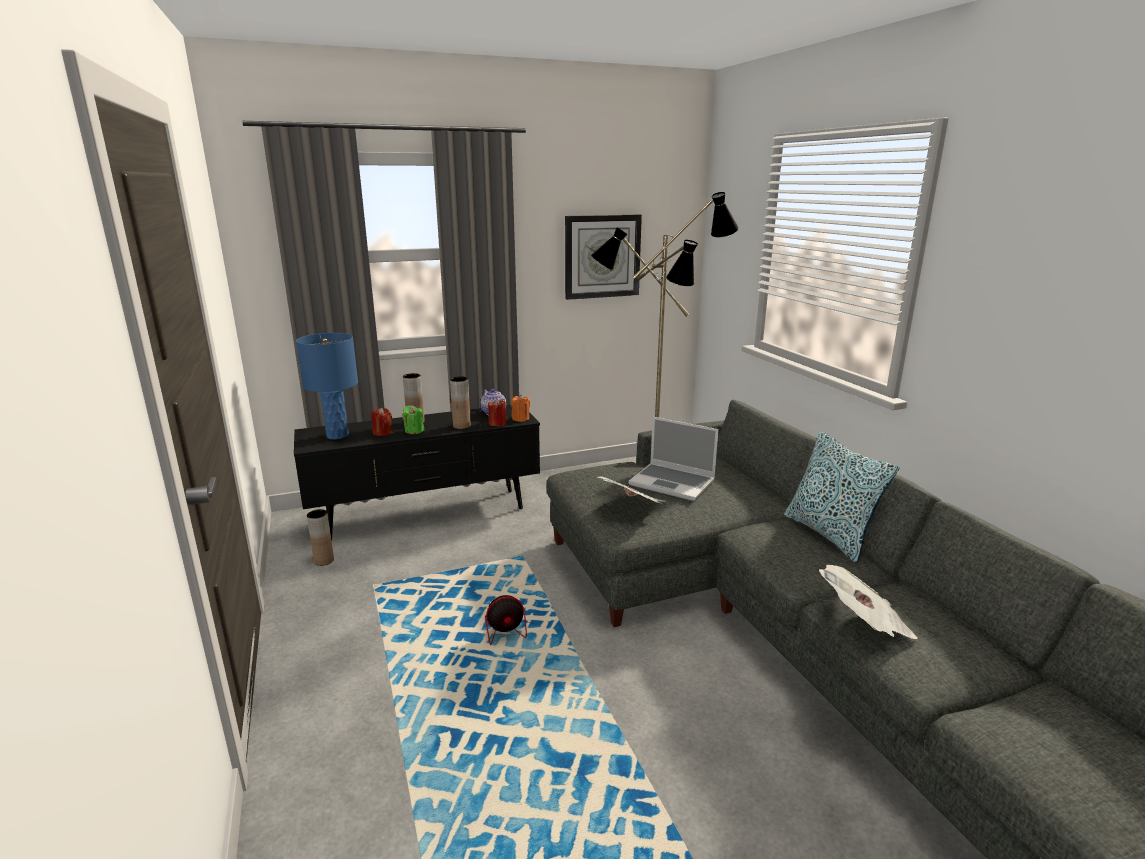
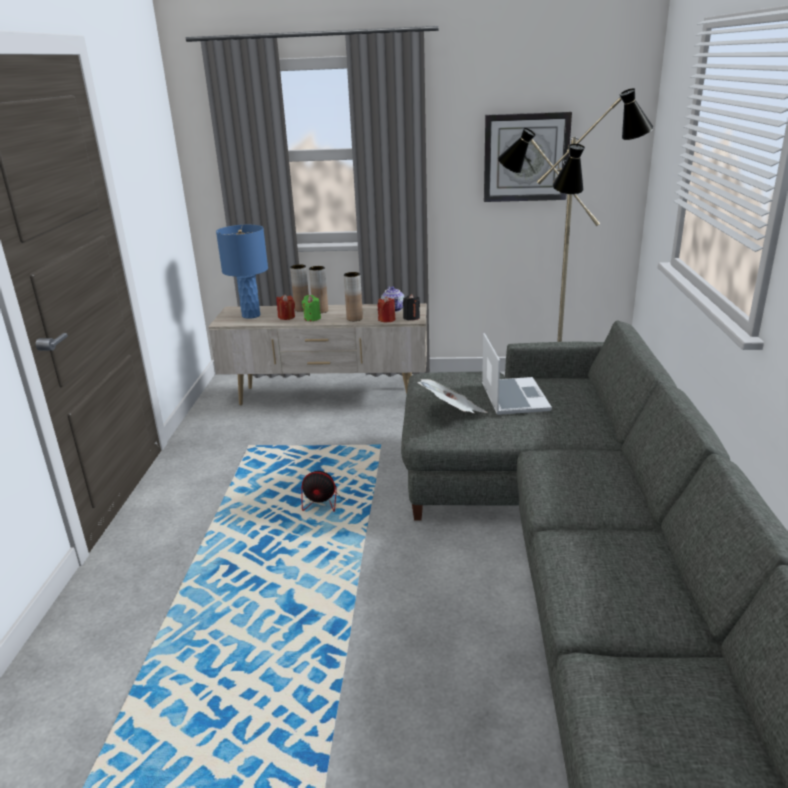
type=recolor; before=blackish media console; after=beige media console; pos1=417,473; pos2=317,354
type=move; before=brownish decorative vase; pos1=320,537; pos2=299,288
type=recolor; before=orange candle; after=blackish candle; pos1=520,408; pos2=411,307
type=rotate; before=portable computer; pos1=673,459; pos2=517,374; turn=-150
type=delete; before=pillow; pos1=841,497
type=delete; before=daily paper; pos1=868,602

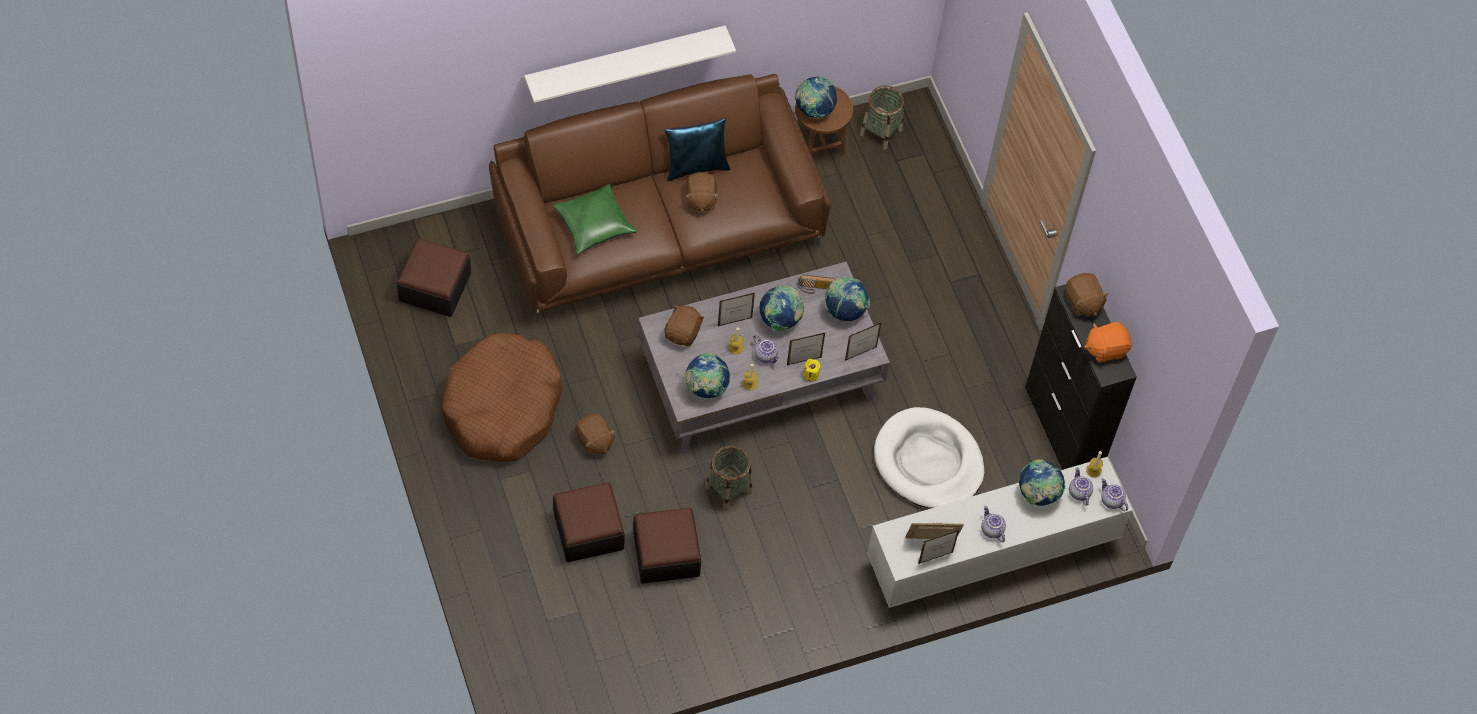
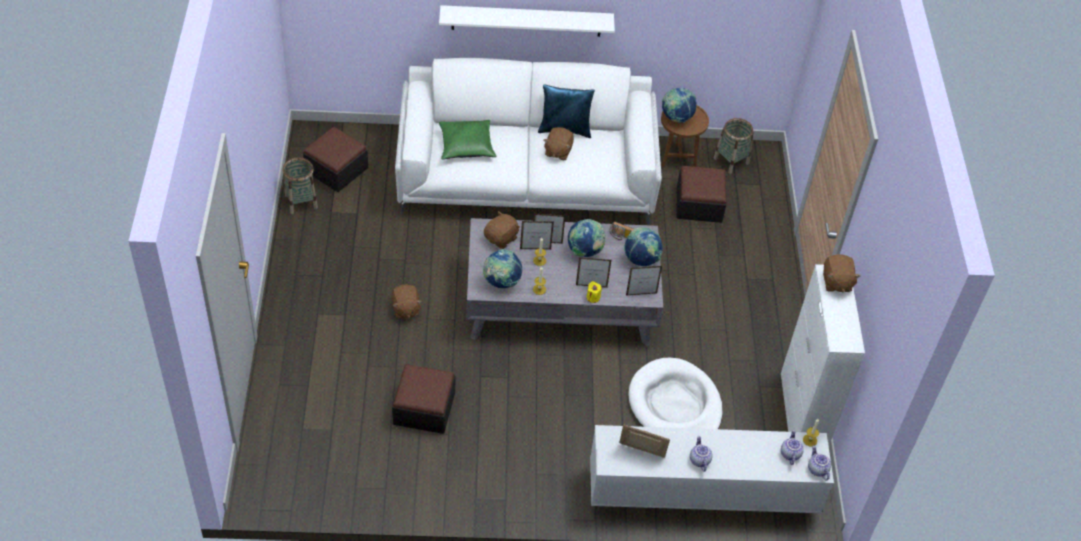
type=move; before=household basket; pos1=728,478; pos2=300,185
type=recolor; before=brownish settee; after=white-coloured settee; pos1=660,198; pos2=528,141
type=move; before=picture frame; pos1=938,547; pos2=537,235
type=move; before=ottoman; pos1=589,522; pos2=701,194
type=recolor; before=blackish cupboard; after=white-coloured cupboard; pos1=1081,377; pos2=823,355
type=delete; before=brownish dog bed; pos1=502,397
type=delete; before=teapot; pos1=767,349
type=delete; before=world globe; pos1=1041,482
type=delete; before=orange soft toy; pos1=1108,342

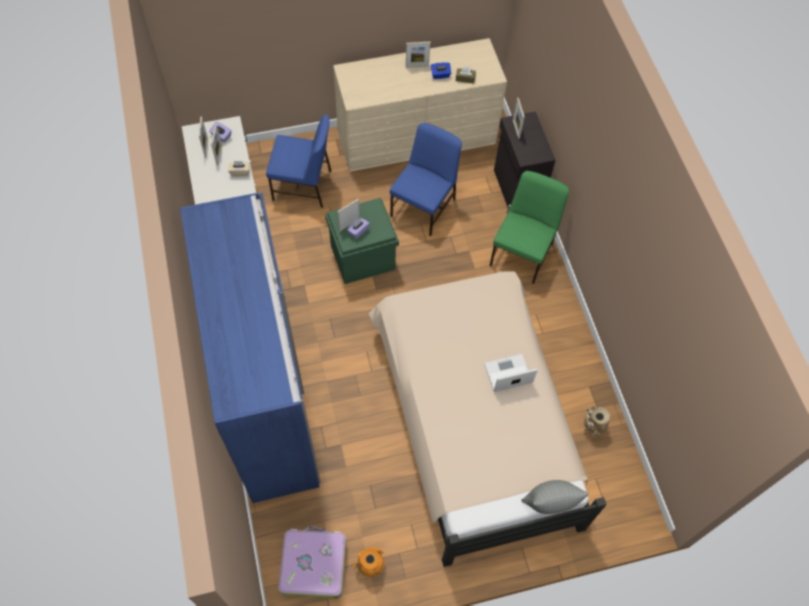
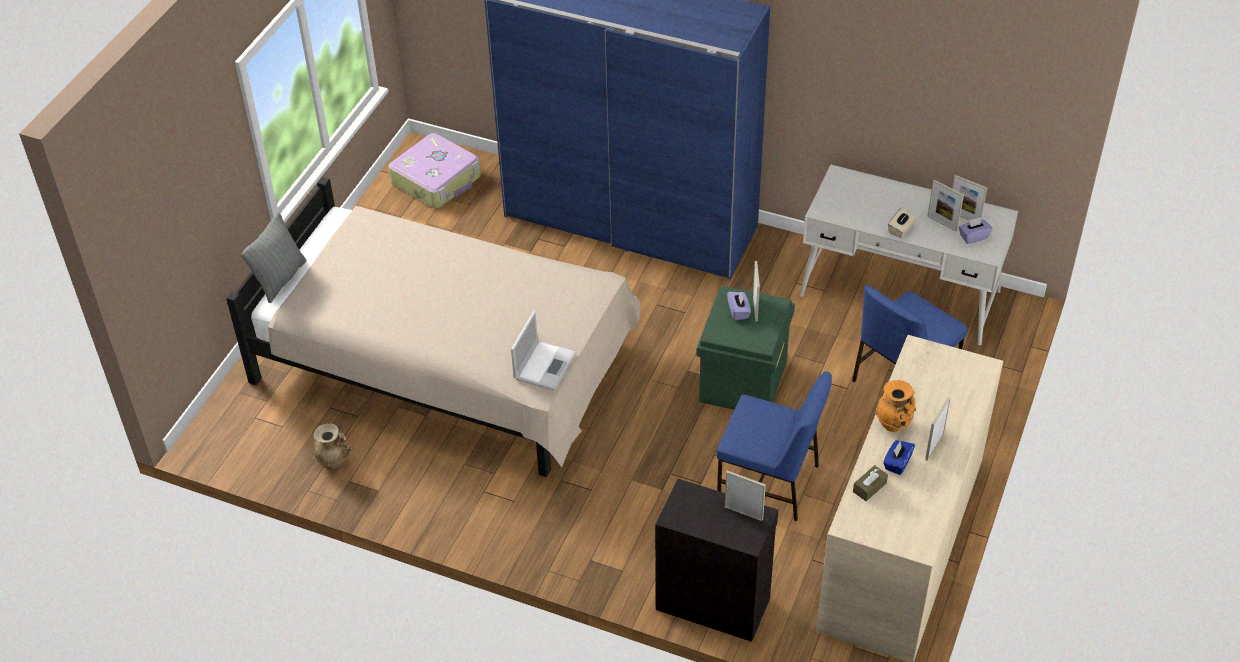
type=move; before=portable computer; pos1=511,373; pos2=543,351
type=rotate; before=blue plain chair; pos1=426,179; pos2=774,446; turn=-45
type=move; before=orange decorative vase; pos1=369,562; pos2=895,406
type=delete; before=green-coloured plain chair; pos1=529,227

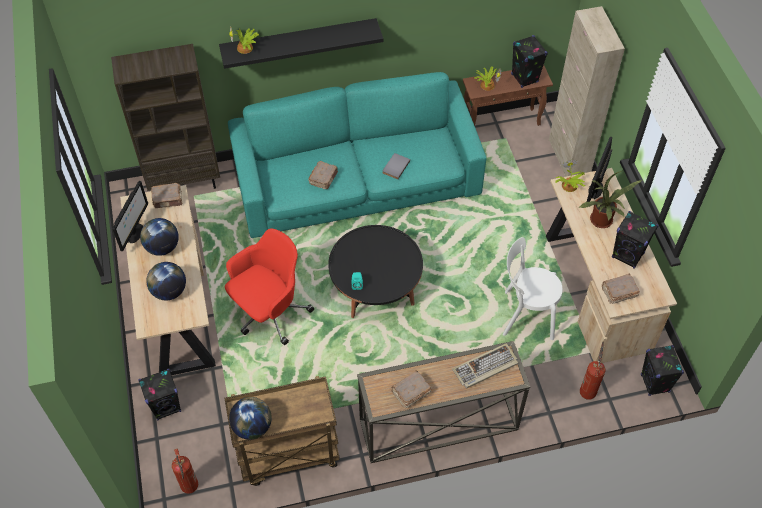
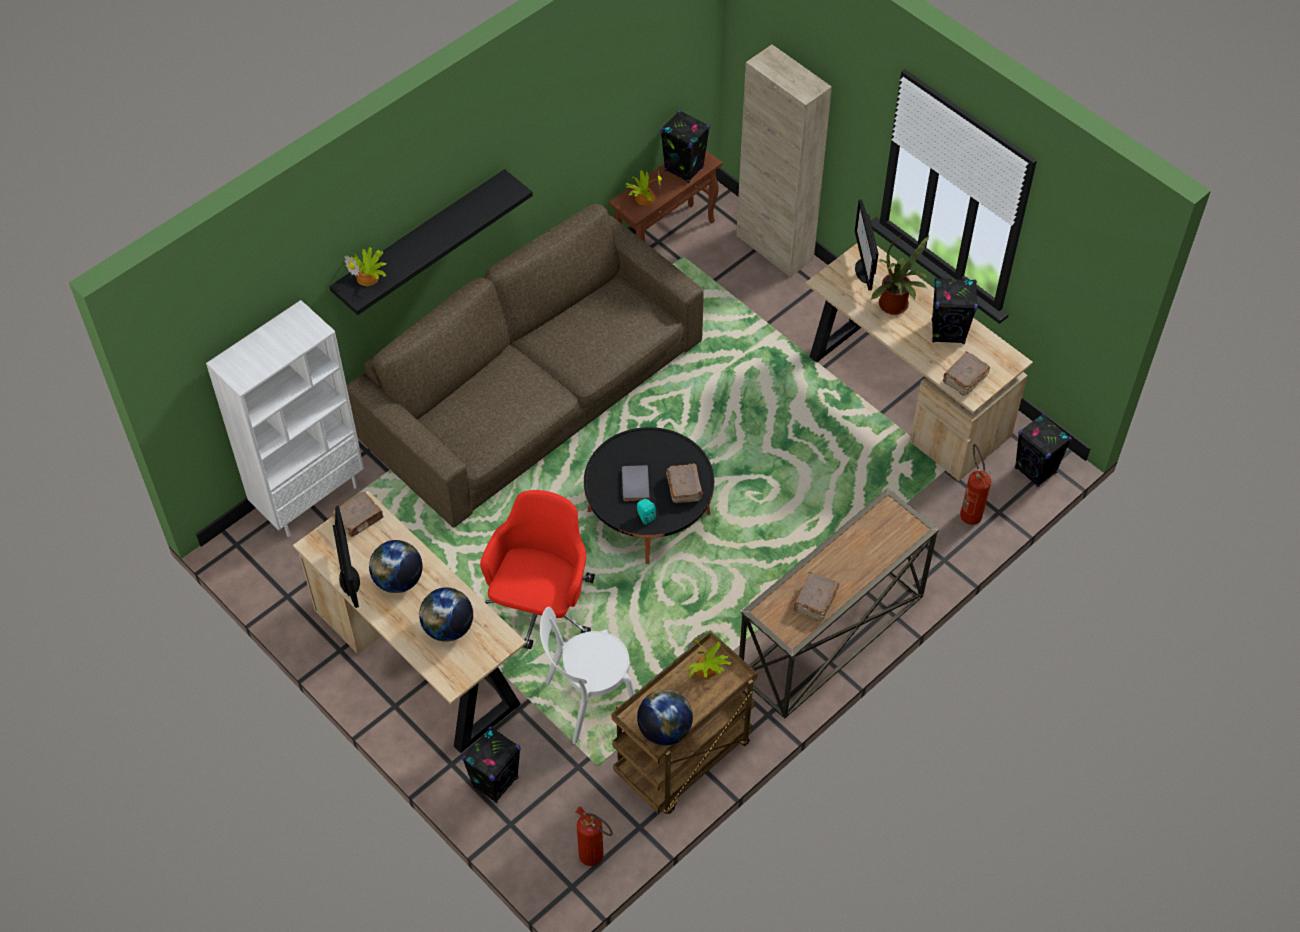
type=recolor; before=brownish bookcase; after=white-coloured bookcase; pos1=165,117; pos2=285,418
type=recolor; before=blue-green settee; after=brownish settee; pos1=357,155; pos2=525,365
type=move; before=white-coloured plain chair; pos1=532,288; pos2=587,675
type=move; before=grey book; pos1=396,166; pos2=636,483
type=move; before=brownish book; pos1=323,175; pos2=684,483
type=move; before=houseplant; pos1=570,175; pos2=708,655
type=delete; before=keyboard; pos1=485,366

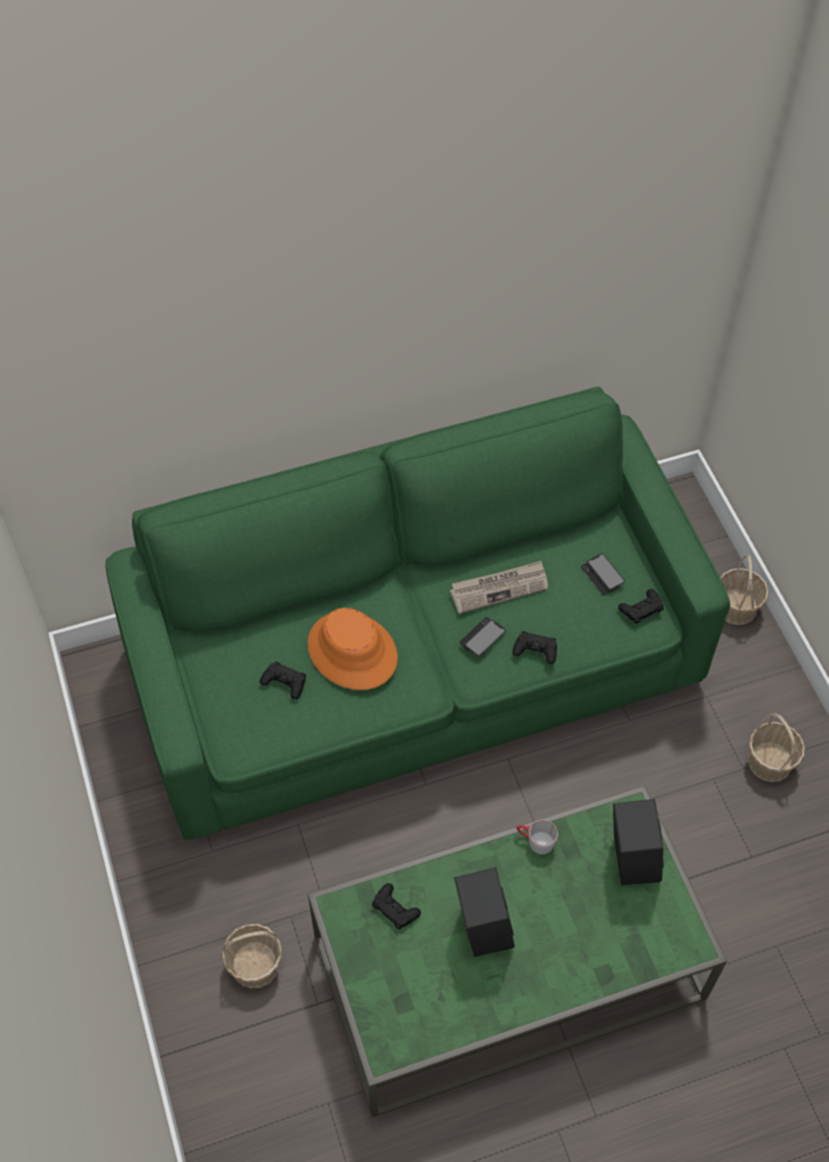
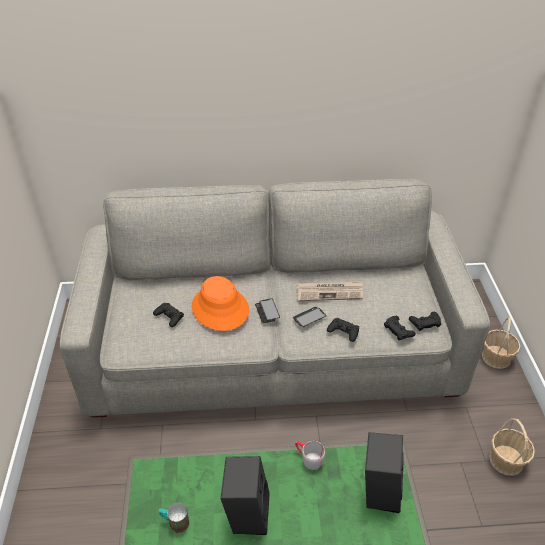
type=recolor; before=green-coloured settee; after=grey settee; pos1=418,613; pos2=275,298
type=insert; after=tea mug; pos2=174,518
type=move; before=handset; pos1=603,574; pos2=267,310
type=move; before=blackish joypad; pos1=396,906; pos2=400,328
type=delete; before=household basket; pos1=252,956

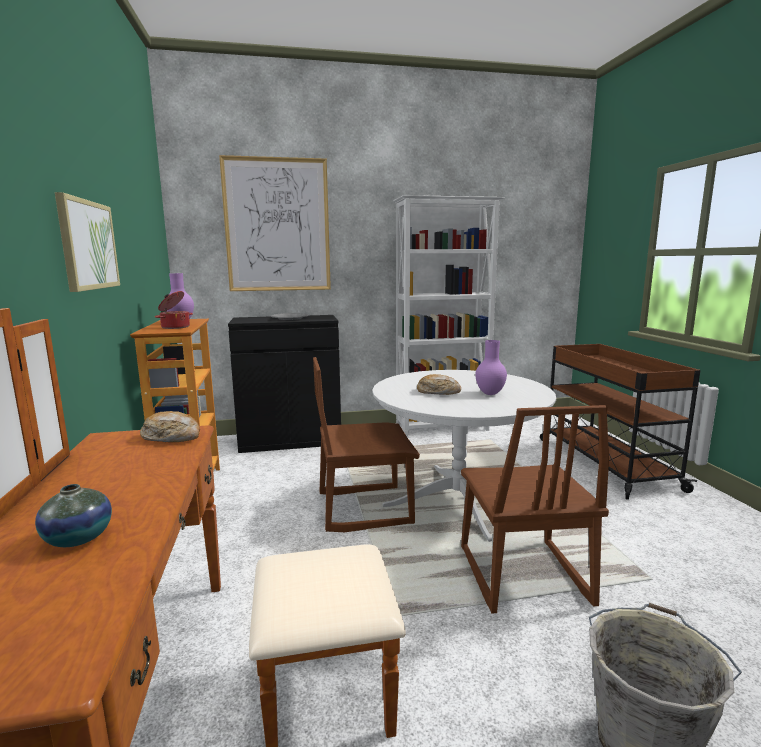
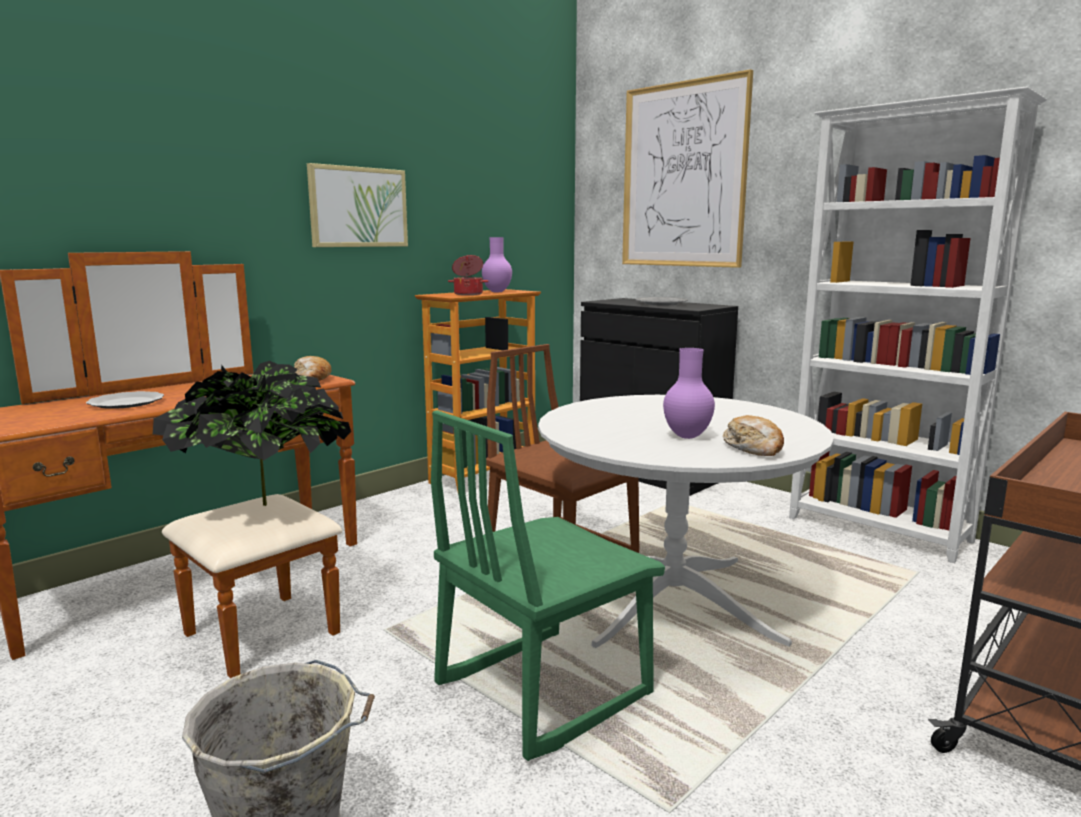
type=replace; before=decorative vase; after=plate; pos1=73,515; pos2=125,400
type=insert; after=houseplant; pos2=252,433
type=recolor; before=brownish plain chair; after=green-coloured plain chair; pos1=535,509; pos2=548,585
type=move; before=bakery bread; pos1=439,384; pos2=753,435

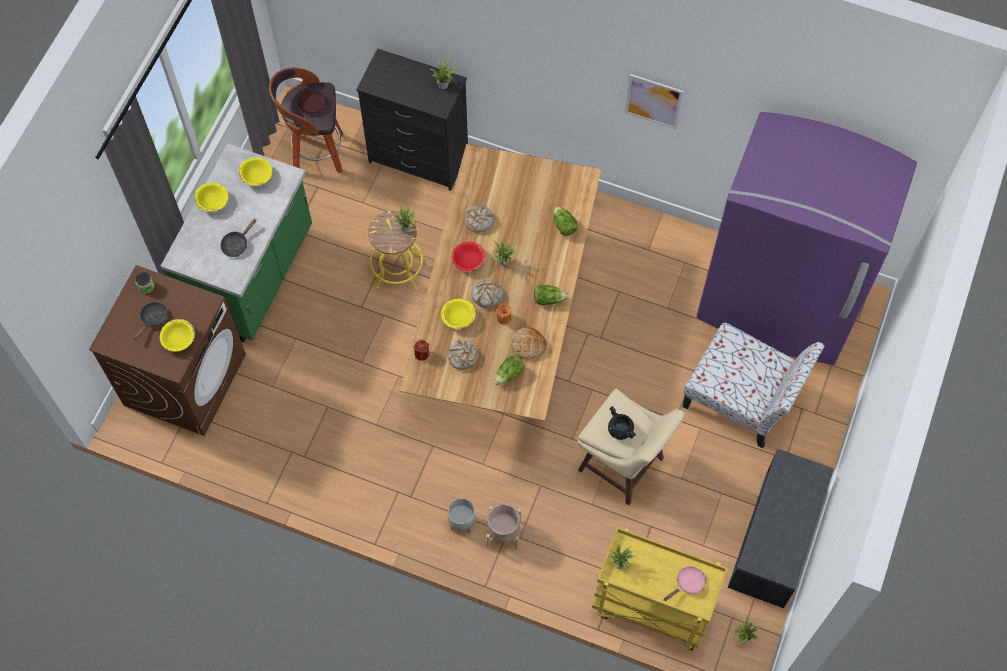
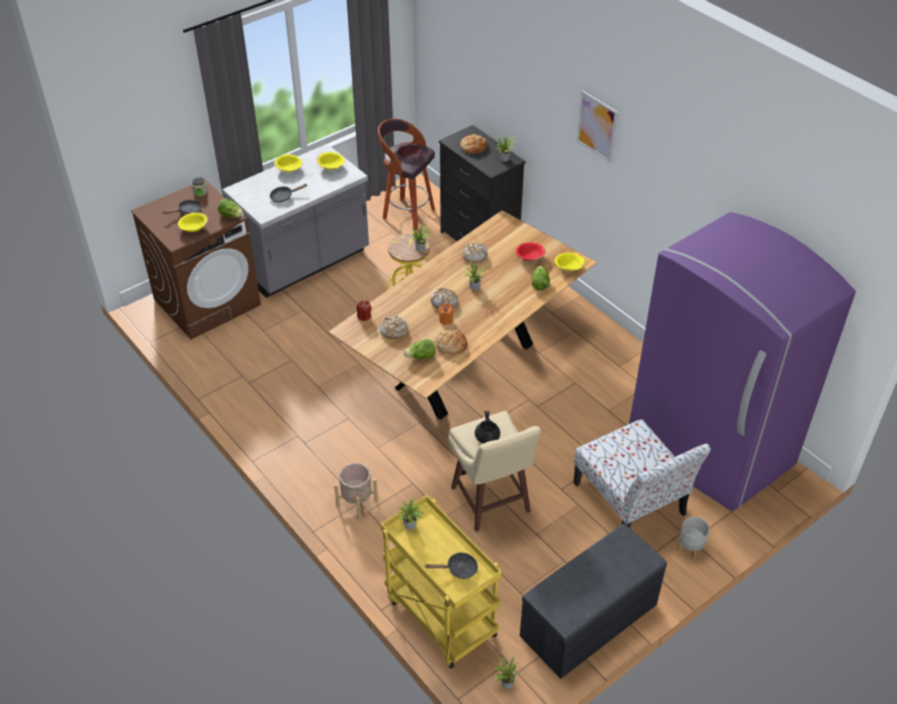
type=move; before=head of lettuce; pos1=551,295; pos2=231,208
type=recolor; before=green-coloured kitchen counter; after=grey kitchen counter; pos1=236,243; pos2=295,221
type=recolor; before=pink frying pan; after=blackish frying pan; pos1=685,583; pos2=452,565
type=insert; after=bakery bread; pos2=474,144
type=move; before=reddish bowl; pos1=469,256; pos2=530,251
type=move; before=yellowish bowl; pos1=458,314; pos2=570,262
type=move; before=wall picture; pos1=654,101; pos2=597,126
type=move; before=grey flower pot; pos1=462,516; pos2=693,539

